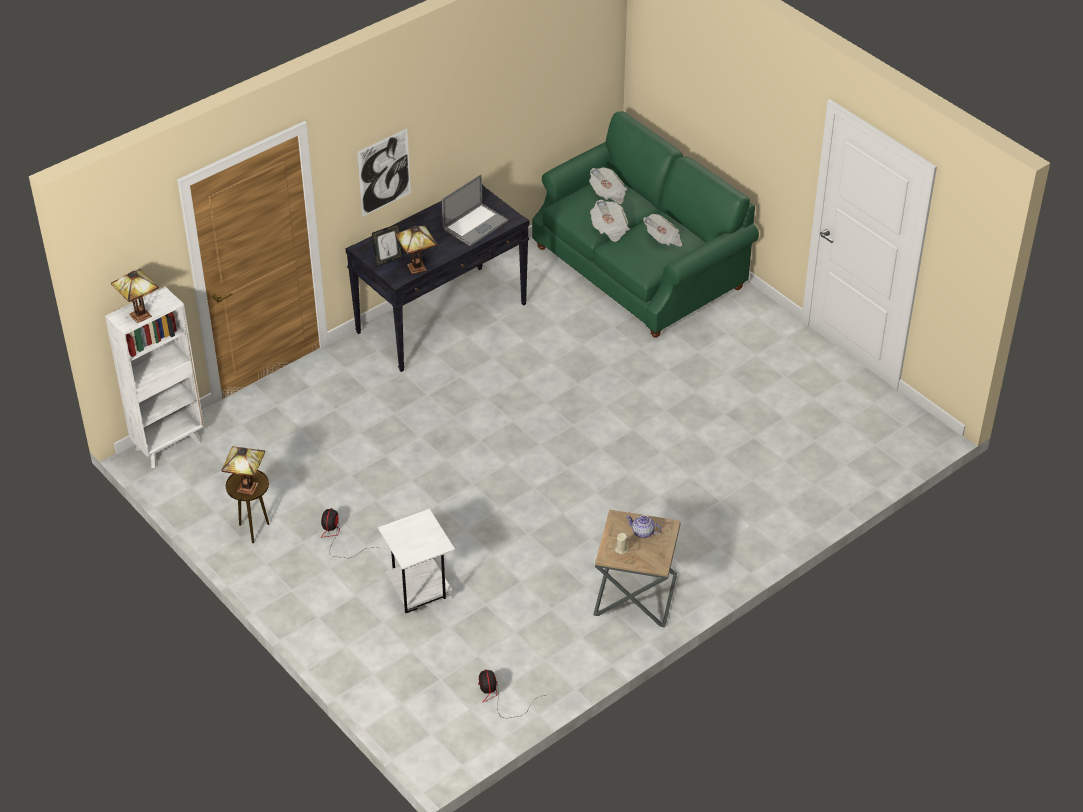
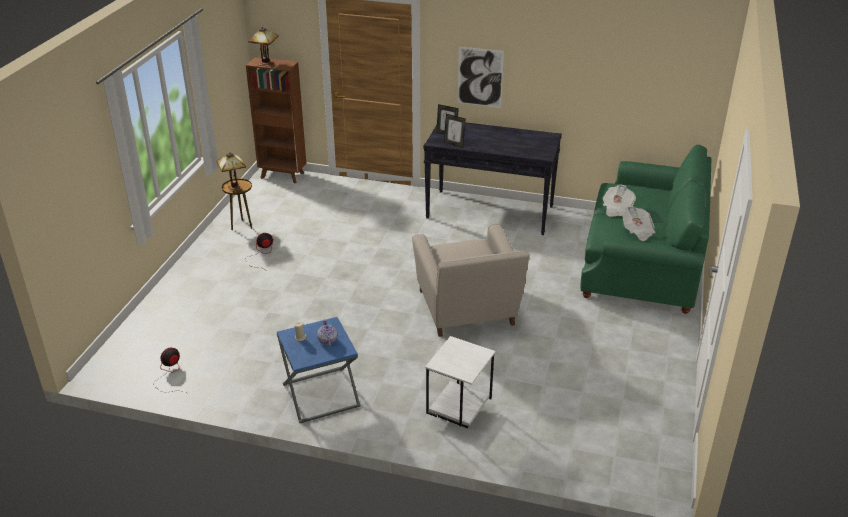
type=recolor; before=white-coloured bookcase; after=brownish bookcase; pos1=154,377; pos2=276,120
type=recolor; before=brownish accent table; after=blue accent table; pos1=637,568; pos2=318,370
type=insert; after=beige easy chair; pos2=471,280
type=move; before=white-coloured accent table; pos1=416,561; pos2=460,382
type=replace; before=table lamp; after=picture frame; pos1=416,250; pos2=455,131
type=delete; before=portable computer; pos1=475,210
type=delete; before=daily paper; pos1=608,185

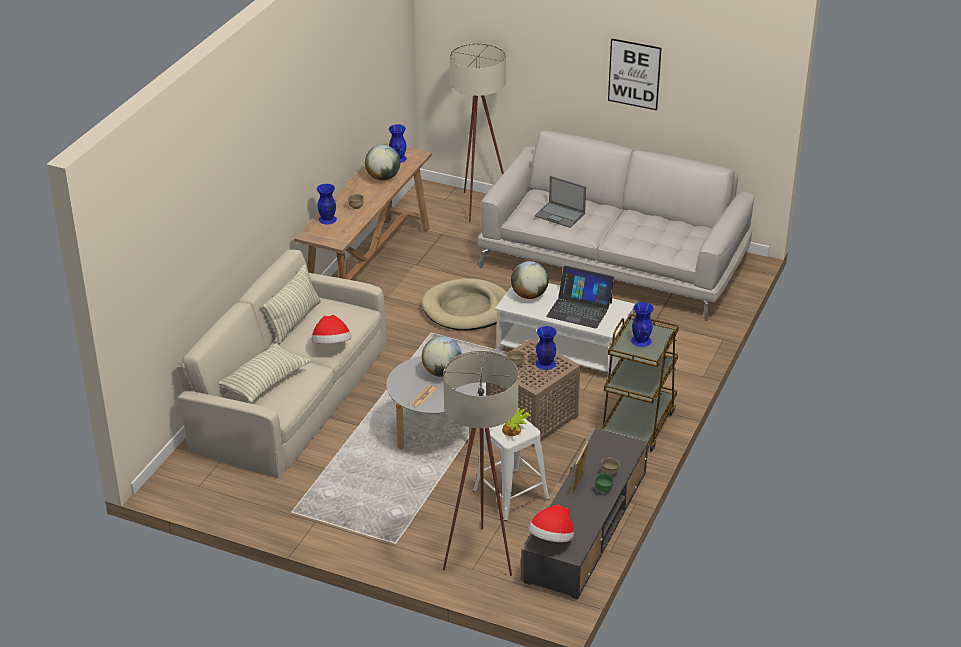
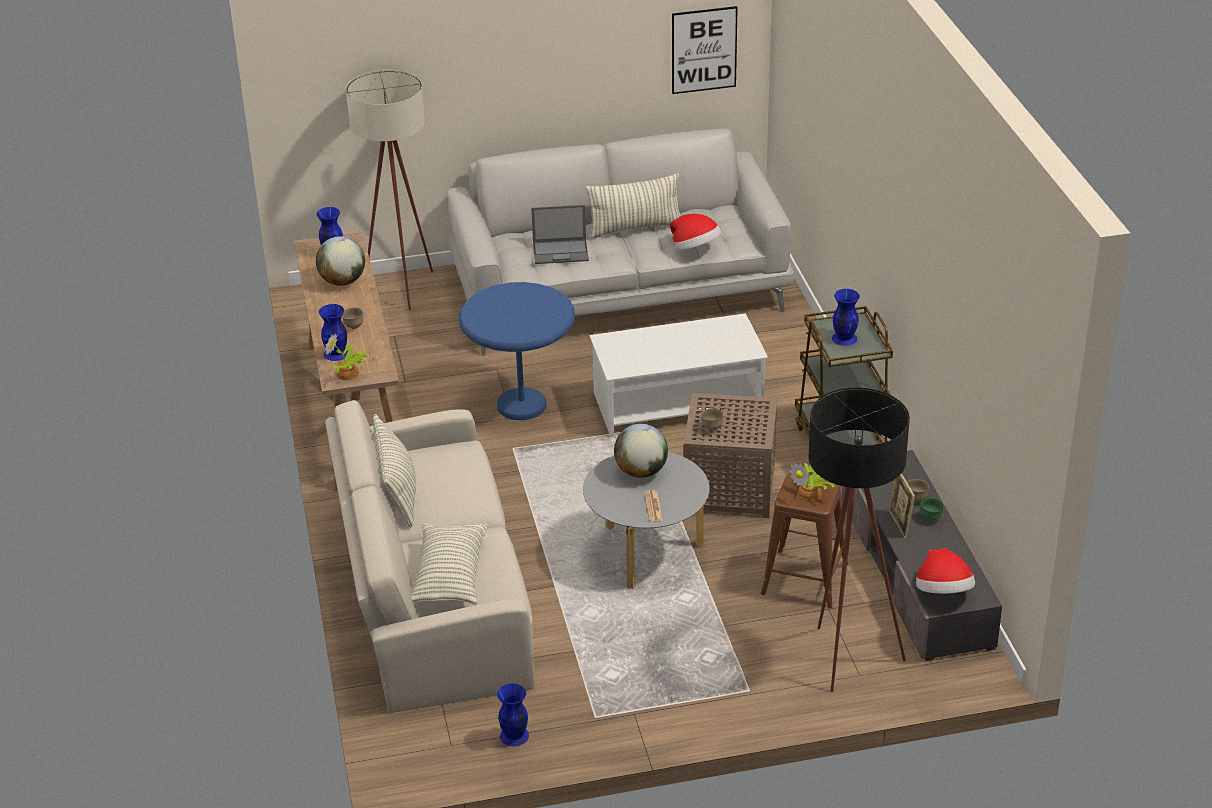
type=insert; after=houseplant; pos2=347,356
type=replace; before=beige dog bed; after=blue accent table; pos1=464,304; pos2=517,351
type=move; before=blue decorative vase; pos1=546,348; pos2=513,715
type=insert; after=pillow; pos2=633,206
type=move; before=wearable hat; pos1=331,329; pos2=696,232
type=move; before=wall picture; pos1=635,74; pos2=705,50
type=recolor; before=white-coloured stool seat; after=brownish stool seat; pos1=511,468; pos2=804,541
type=recolor; before=beige standard lamp; after=blackish standard lamp; pos1=481,463; pos2=859,540
type=delete; before=world globe; pos1=530,280
type=delete; before=portable computer; pos1=580,297

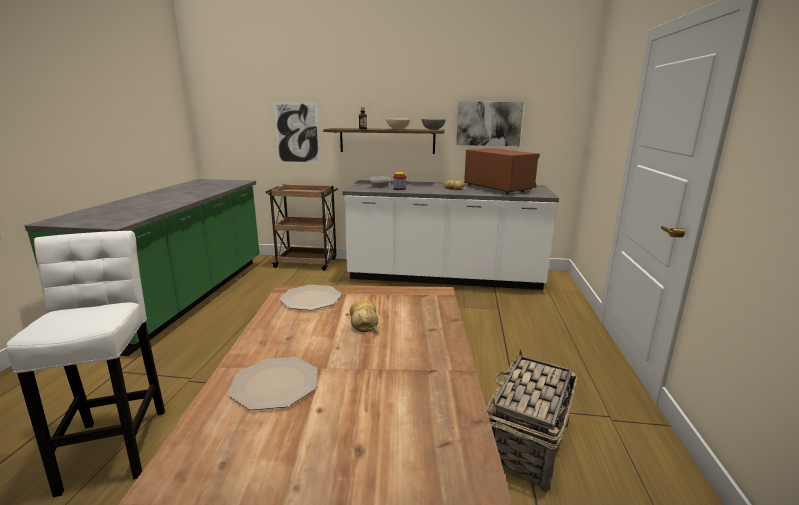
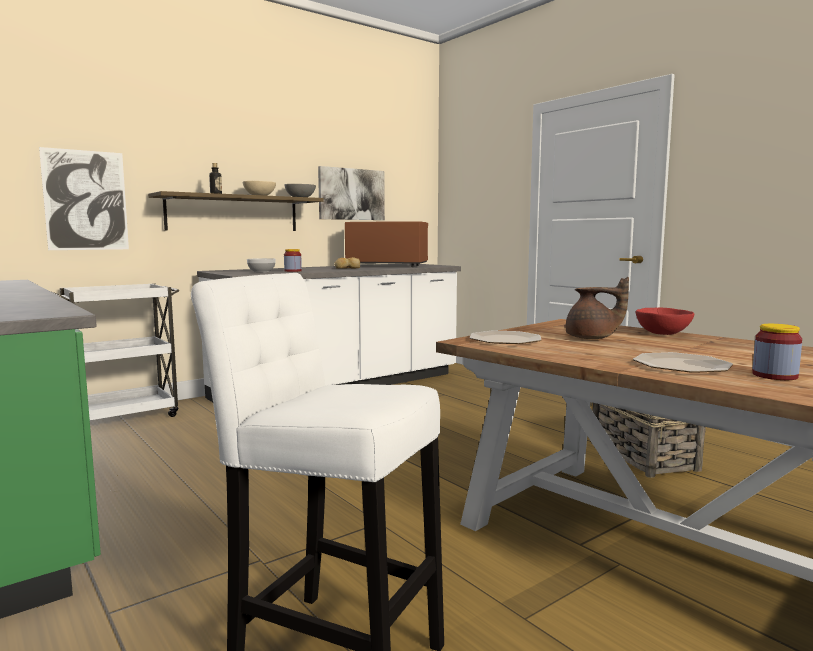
type=recolor; before=brownish trolley; after=white-coloured trolley; pos1=301,227; pos2=115,351
type=replace; before=bakery bread; after=brownish teapot; pos1=364,316; pos2=597,308
type=insert; after=reddish bowl; pos2=664,321
type=insert; after=storage jar; pos2=777,352

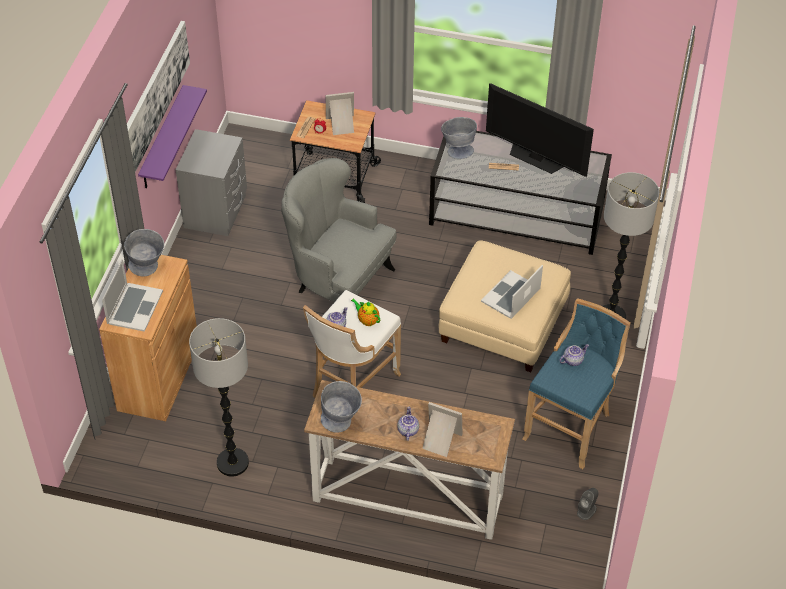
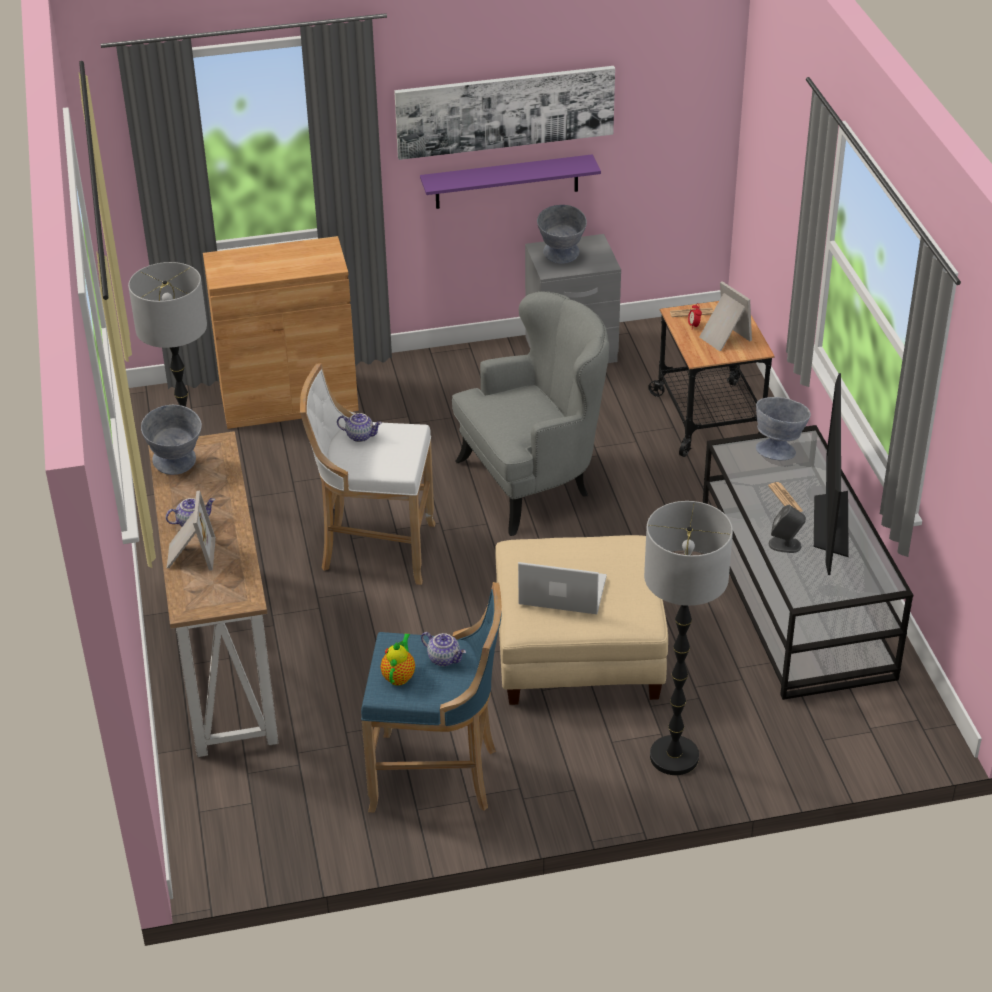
type=move; before=teapot; pos1=365,312; pos2=398,659
type=rotate; before=grey easy chair; pos1=339,230; pos2=530,413; turn=60
type=move; before=grey bowl; pos1=144,252; pos2=562,234
type=move; before=grey audio speaker; pos1=588,504; pos2=787,529
type=delete; before=portable computer; pos1=132,295

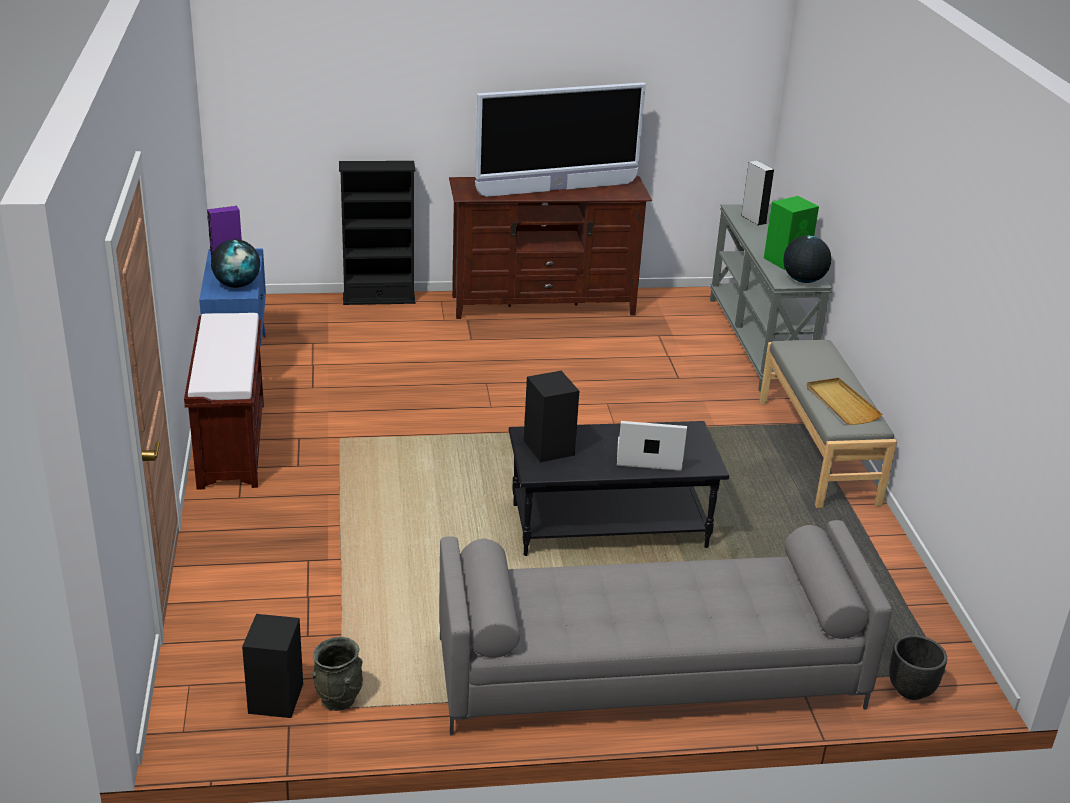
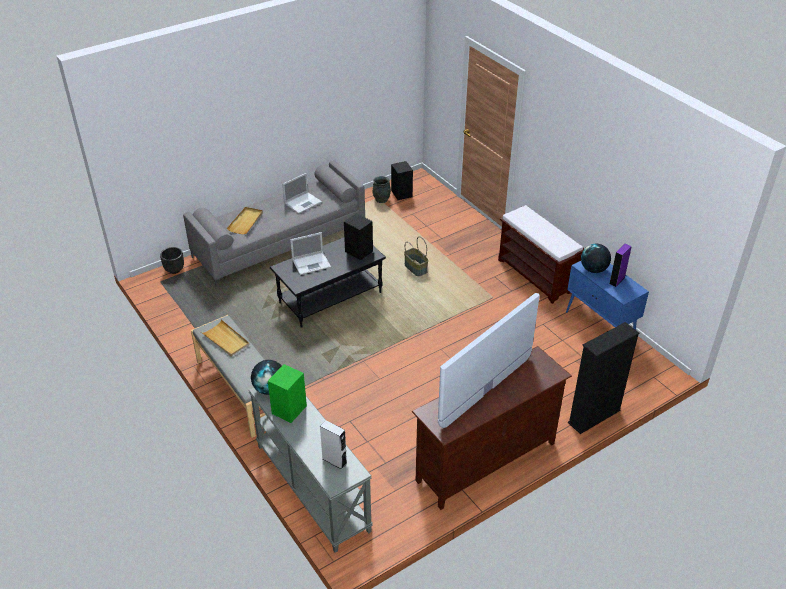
type=insert; after=beige serving tray; pos2=245,220
type=insert; after=portable computer; pos2=302,193
type=insert; after=household basket; pos2=416,256

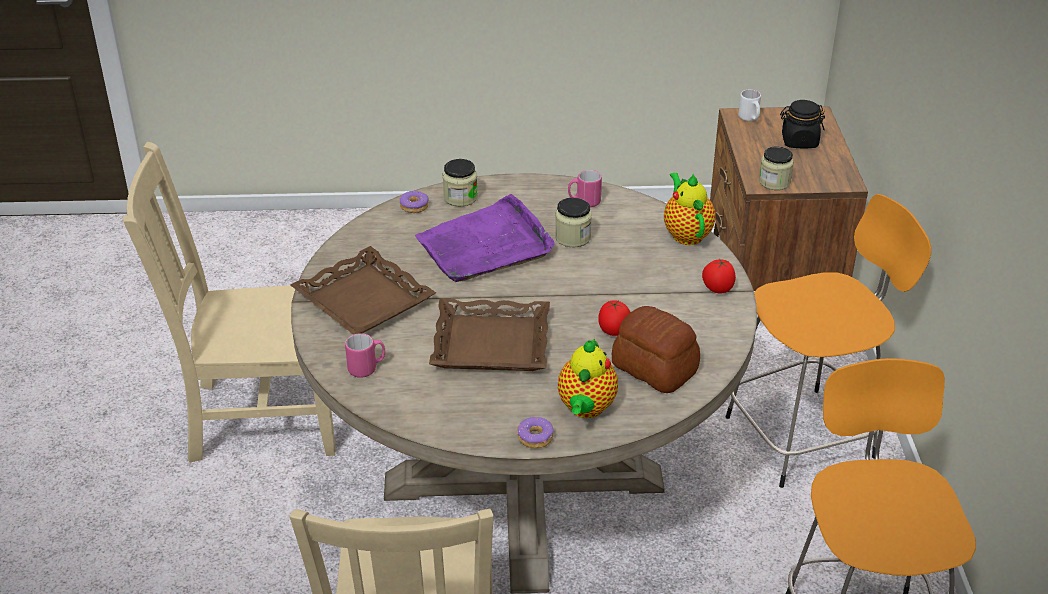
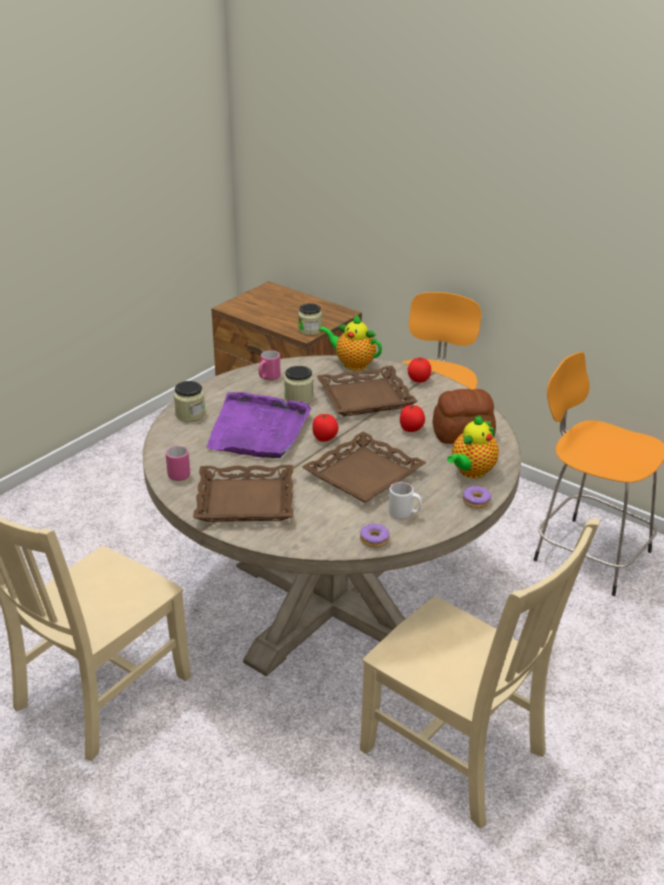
type=move; before=pink tea mug; pos1=365,355; pos2=178,463
type=insert; after=tomato; pos2=325,428
type=insert; after=brownish serving tray; pos2=367,391
type=move; before=ring doughnut; pos1=414,202; pos2=375,535
type=move; before=white-coloured tea mug; pos1=749,105; pos2=405,500
type=rotate; before=teapot; pos1=588,378; pos2=473,447; turn=75
type=delete; before=blackish storage jar; pos1=802,124

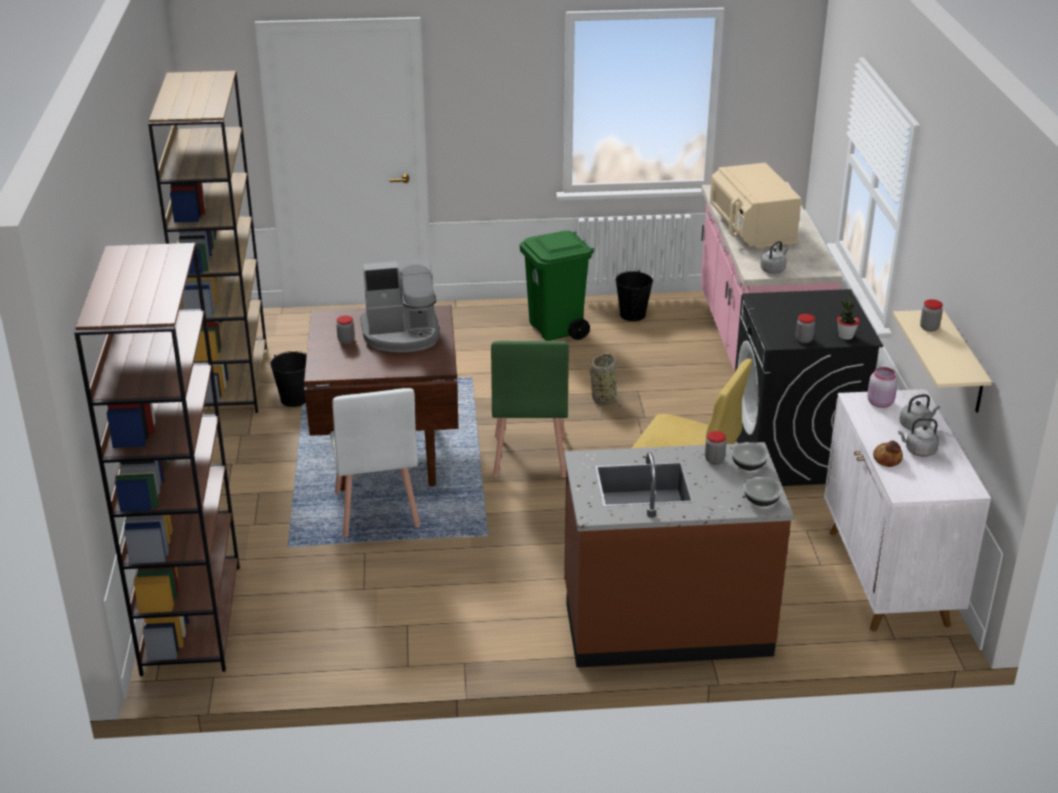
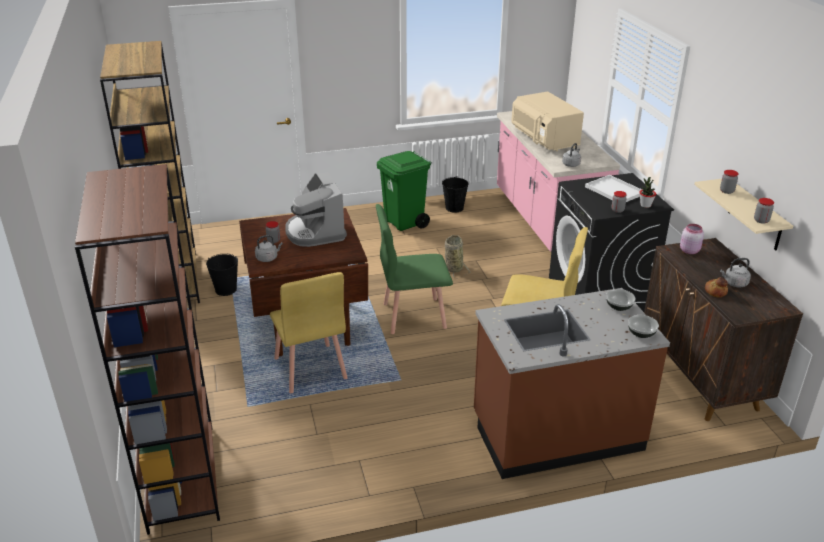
type=move; before=grey kettle; pos1=920,412; pos2=269,248
type=recolor; before=white-coloured plain chair; after=yellowish plain chair; pos1=375,462; pos2=308,332
type=rotate; before=coffee brewer; pos1=400,305; pos2=316,209; turn=90
type=rotate; before=green-coloured plain chair; pos1=530,409; pos2=414,269; turn=90
type=insert; after=white-coloured serving tray; pos2=613,188
type=recolor; before=white-coloured cupboard; after=brownish cupboard; pos1=907,510; pos2=723,329
type=move; before=storage jar; pos1=715,447; pos2=764,211

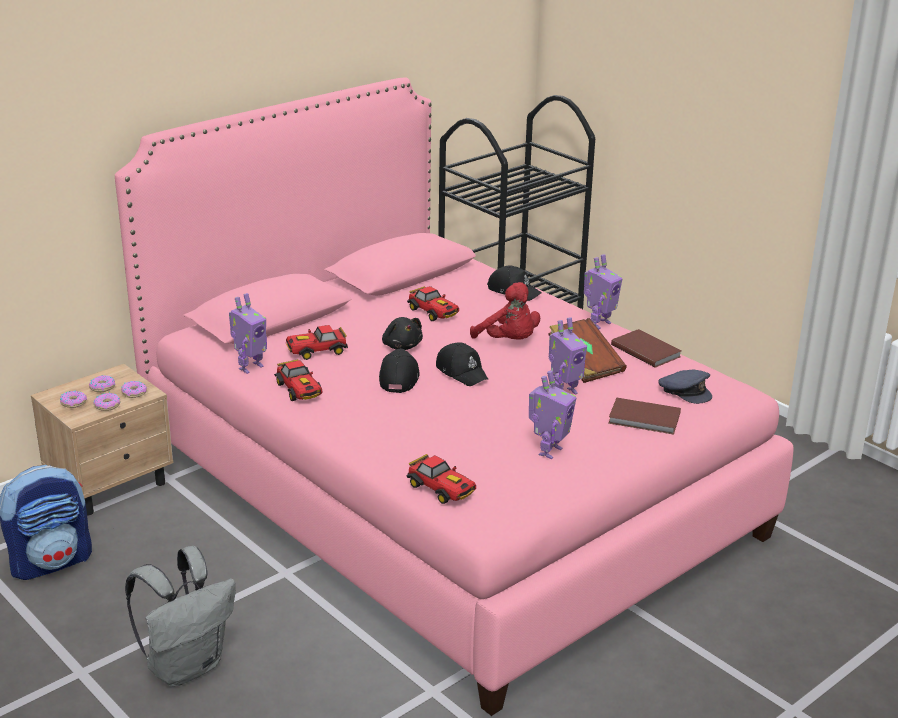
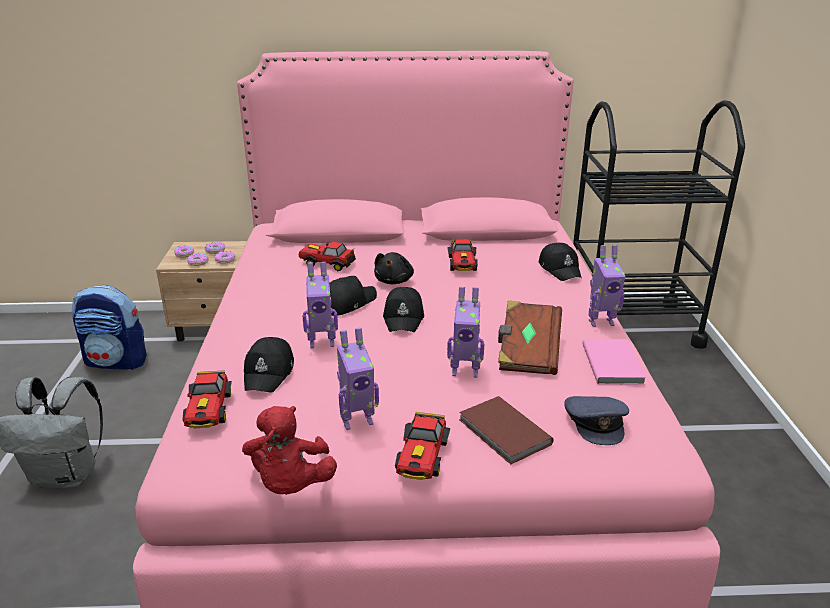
type=move; before=reddish soft toy; pos1=505,311; pos2=289,450
type=insert; after=blackish baseball cap; pos2=269,365
type=move; before=robot figure; pos1=248,333; pos2=320,305
type=move; before=miniature car; pos1=298,380; pos2=422,446
type=recolor; before=brownish book; after=pink book; pos1=646,348; pos2=614,362

